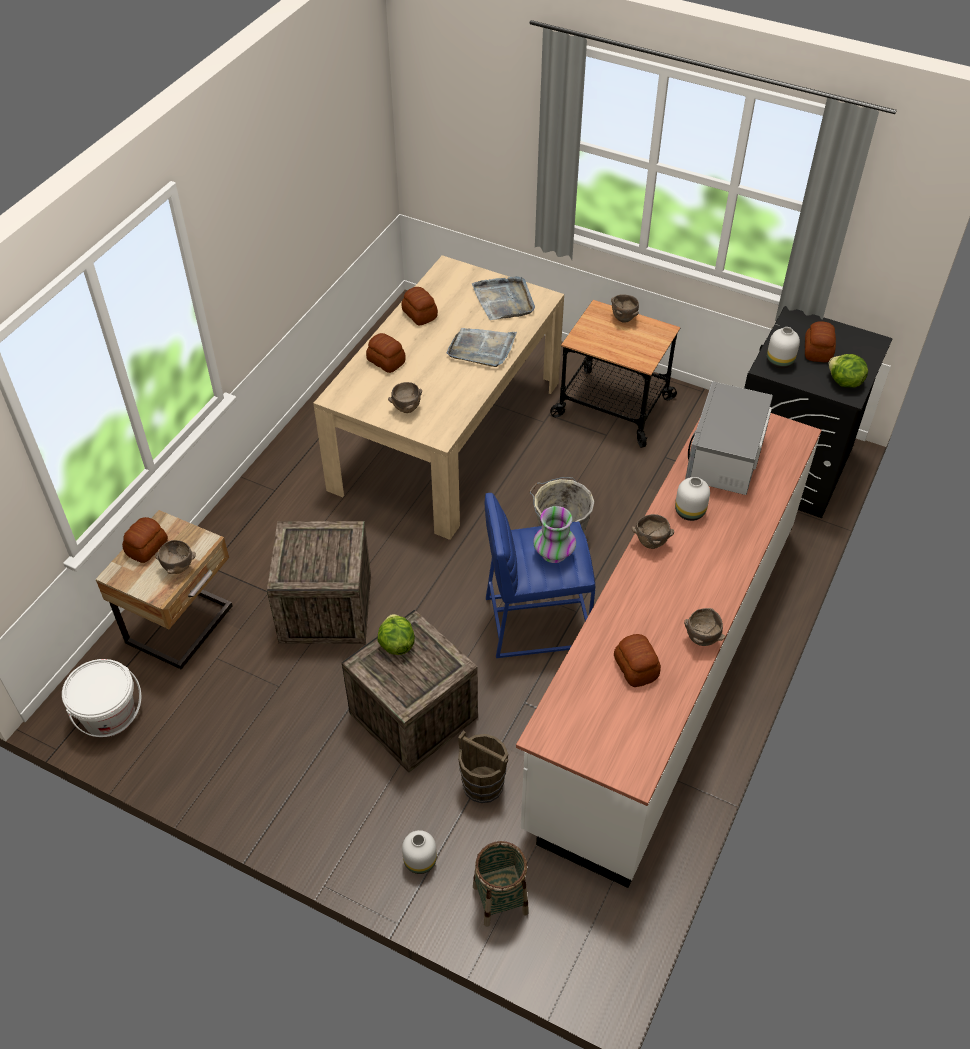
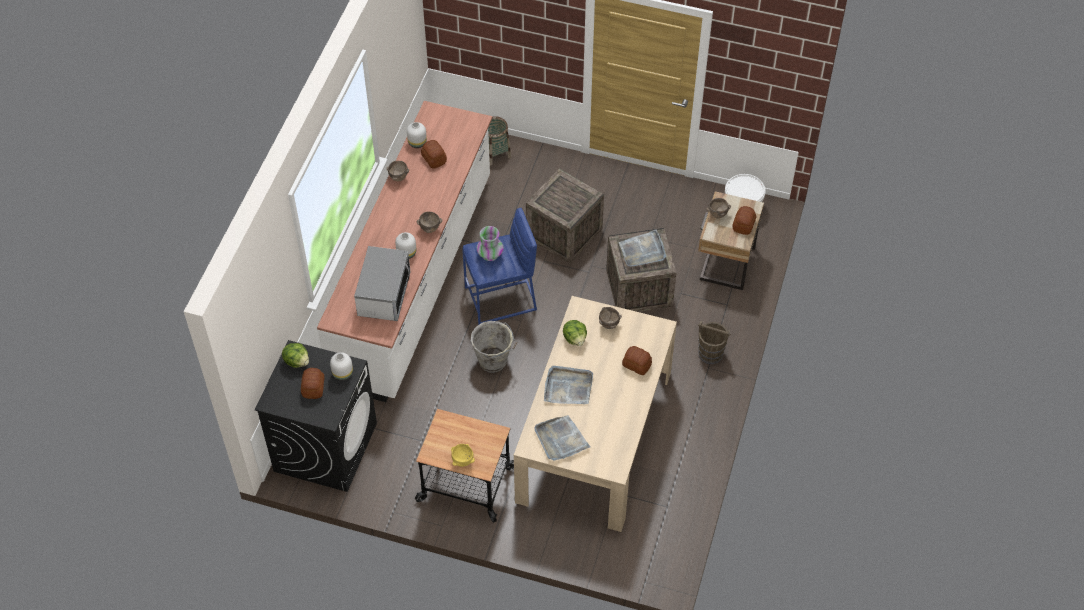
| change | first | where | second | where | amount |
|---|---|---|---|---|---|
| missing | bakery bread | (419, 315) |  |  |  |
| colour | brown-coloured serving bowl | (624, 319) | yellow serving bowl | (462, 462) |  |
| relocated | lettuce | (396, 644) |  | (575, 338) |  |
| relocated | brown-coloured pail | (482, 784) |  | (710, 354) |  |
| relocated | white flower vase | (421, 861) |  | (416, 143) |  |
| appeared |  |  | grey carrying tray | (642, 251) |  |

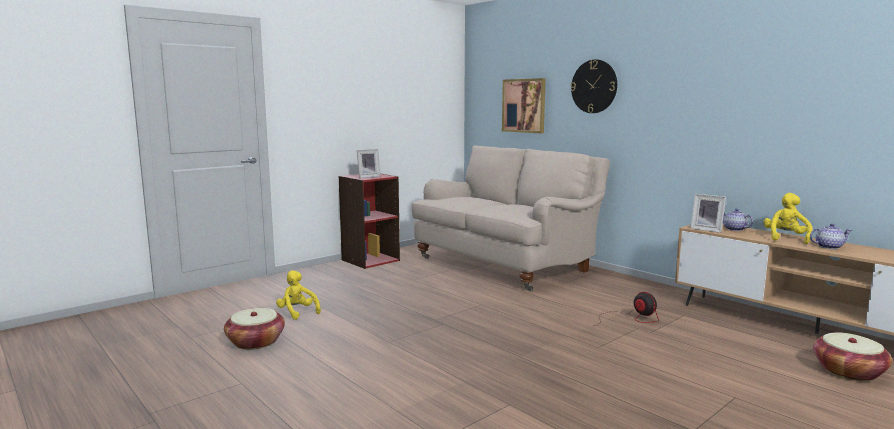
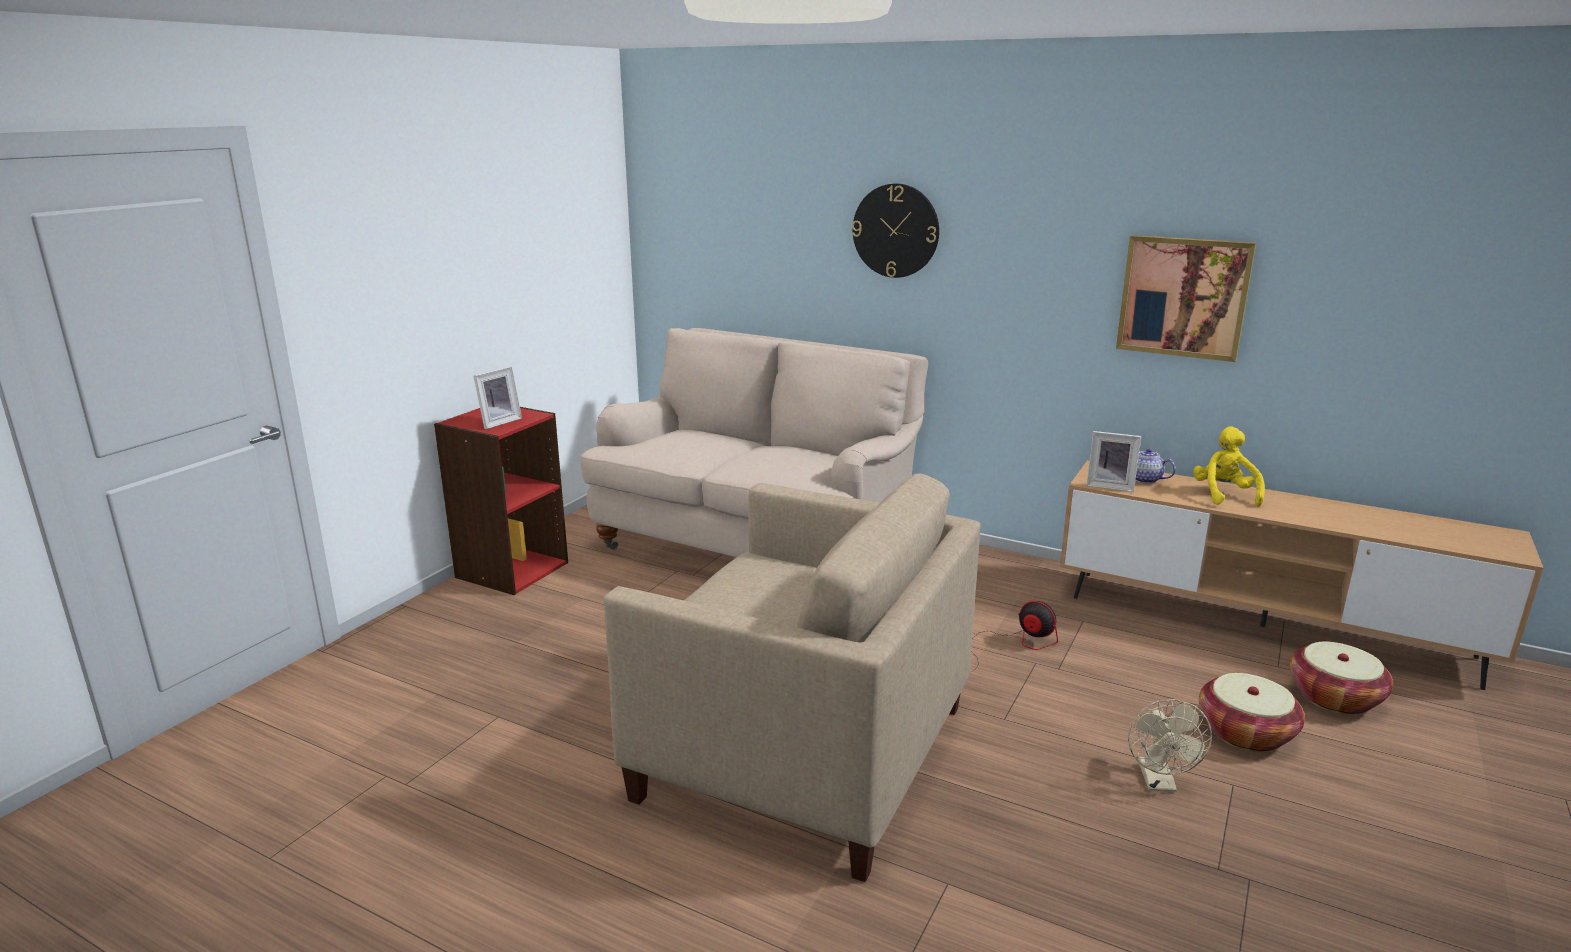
| change | first | where | second | where | amount |
|---|---|---|---|---|---|
| relocated | wall art | (524, 105) |  | (1183, 297) |  |
| missing | teapot | (829, 247) |  |  |  |
| missing | yellow soft toy | (297, 312) |  |  |  |
| relocated | household basket | (255, 342) |  | (1245, 733) |  |
| appeared |  |  | beige easy chair | (802, 751) |  |
| appeared |  |  | beige fan | (1159, 783) |  |

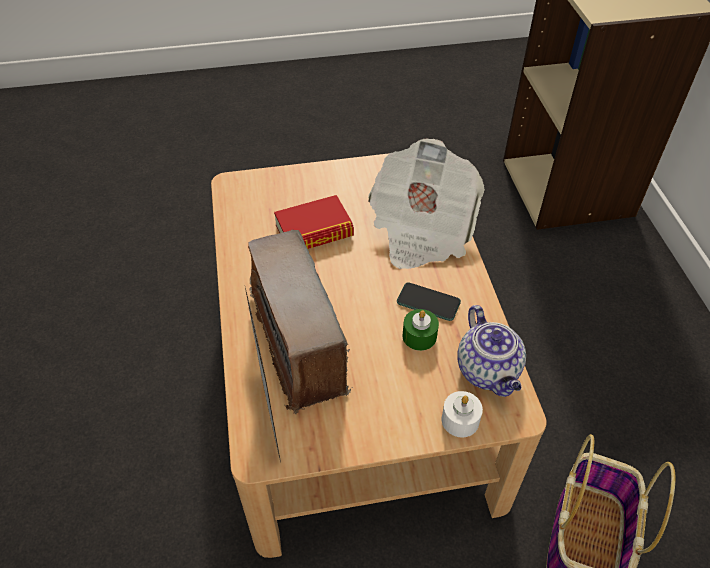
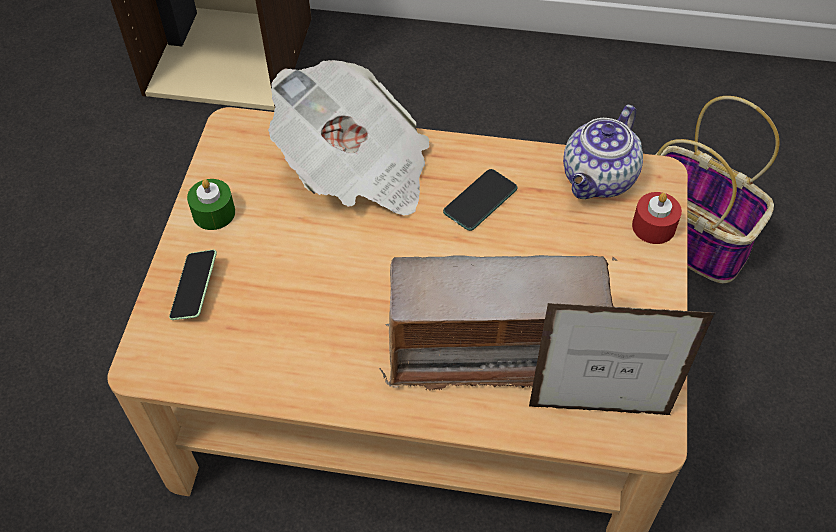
| change | first | where | second | where | amount |
|---|---|---|---|---|---|
| missing | book | (314, 231) |  |  |  |
| spun | teapot | (489, 371) |  | (598, 180) | 120 degrees clockwise |
| relocated | green-coloured wax light | (419, 336) |  | (214, 213) |  |
| colour | white wax light | (460, 420) | red-coloured wax light | (653, 226) |  |
| appeared |  |  | telephone | (195, 291) |  |

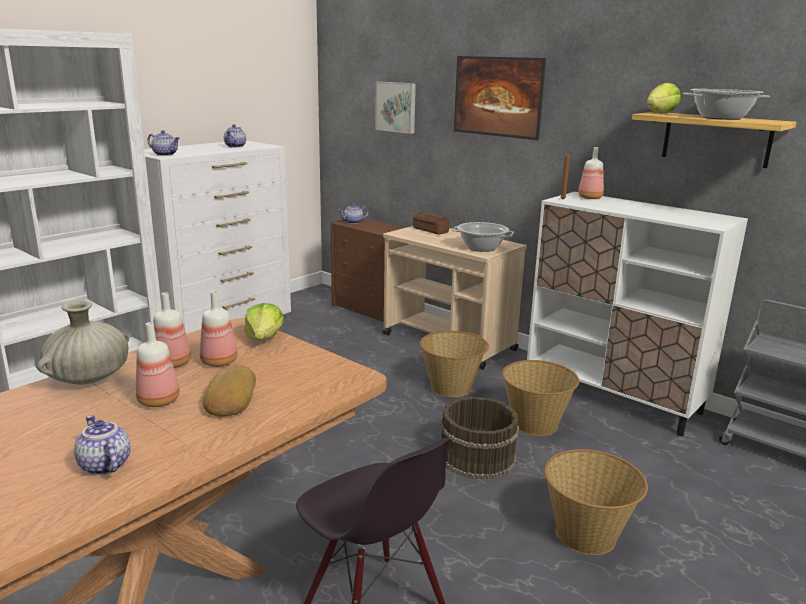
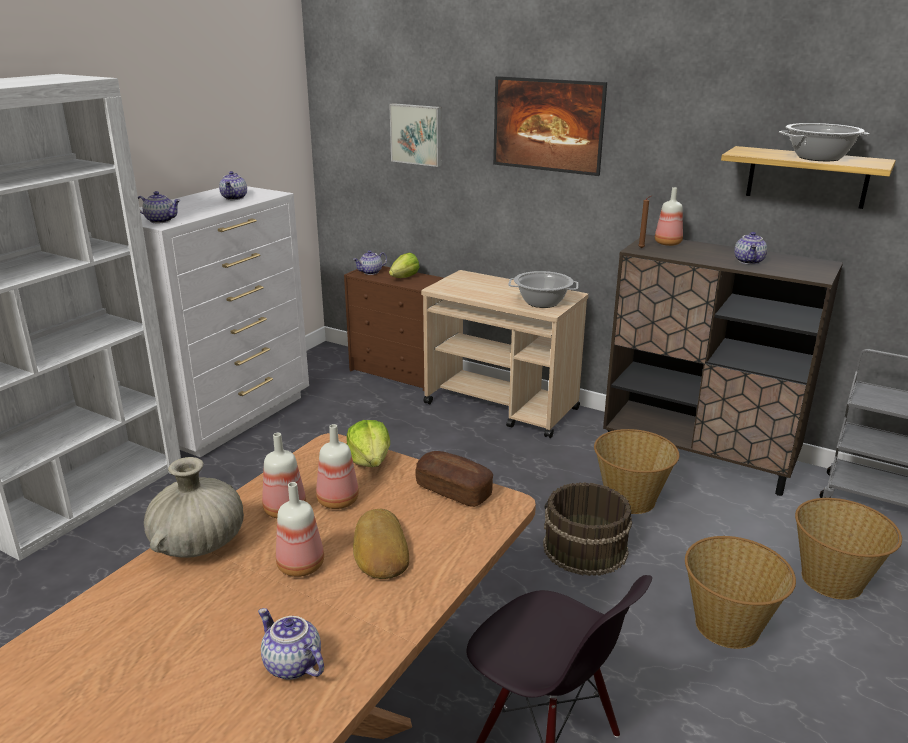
| change | first | where | second | where | amount |
|---|---|---|---|---|---|
| relocated | lettuce | (660, 113) |  | (404, 277) |  |
| colour | white cabinet | (613, 397) | brown-coloured cabinet | (699, 456) |  |
| relocated | bakery bread | (430, 230) |  | (453, 490) |  |
| relocated | household basket | (451, 387) |  | (833, 580) |  |
| appeared |  |  | teapot | (749, 261) |  |

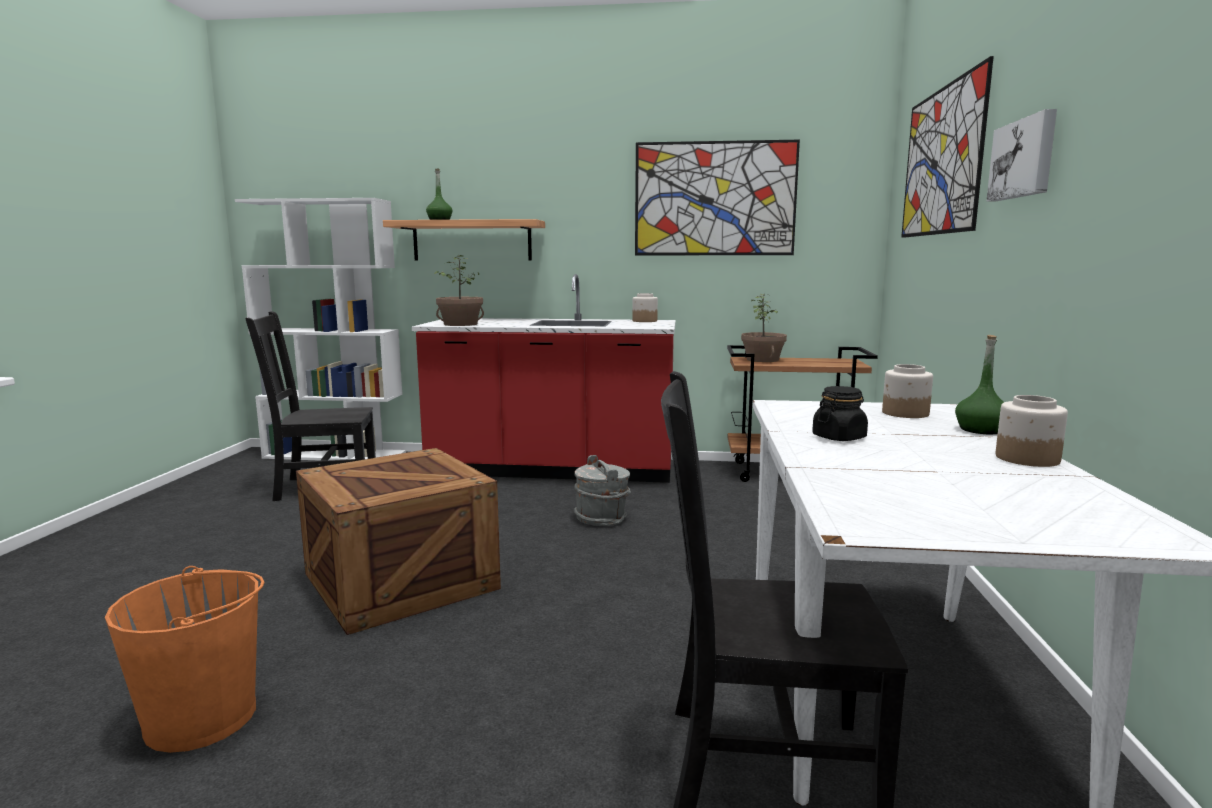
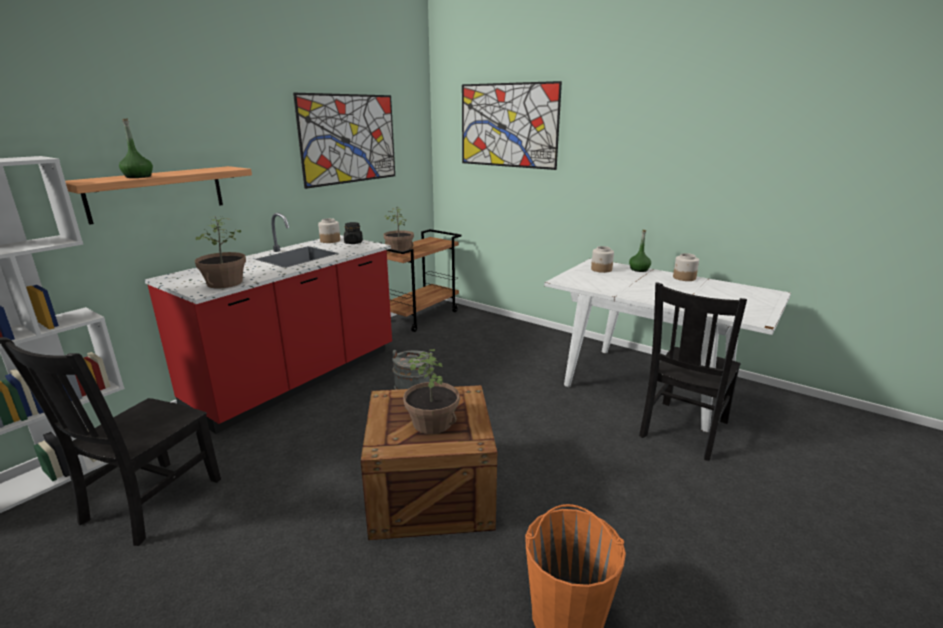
| change | first | where | second | where | amount |
|---|---|---|---|---|---|
| missing | wall art | (1024, 159) |  |  |  |
| relocated | blackish storage jar | (839, 437) |  | (353, 242) |  |
| appeared |  |  | houseplant | (432, 422) |  |

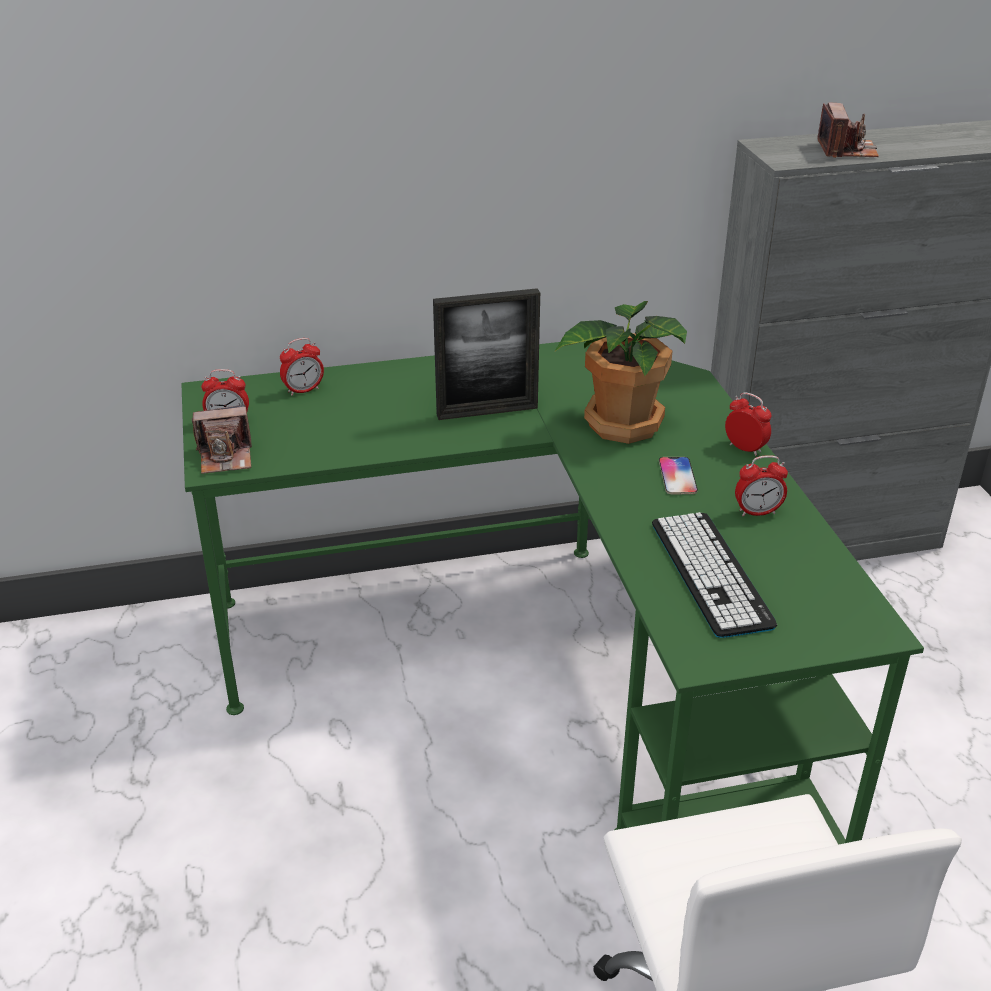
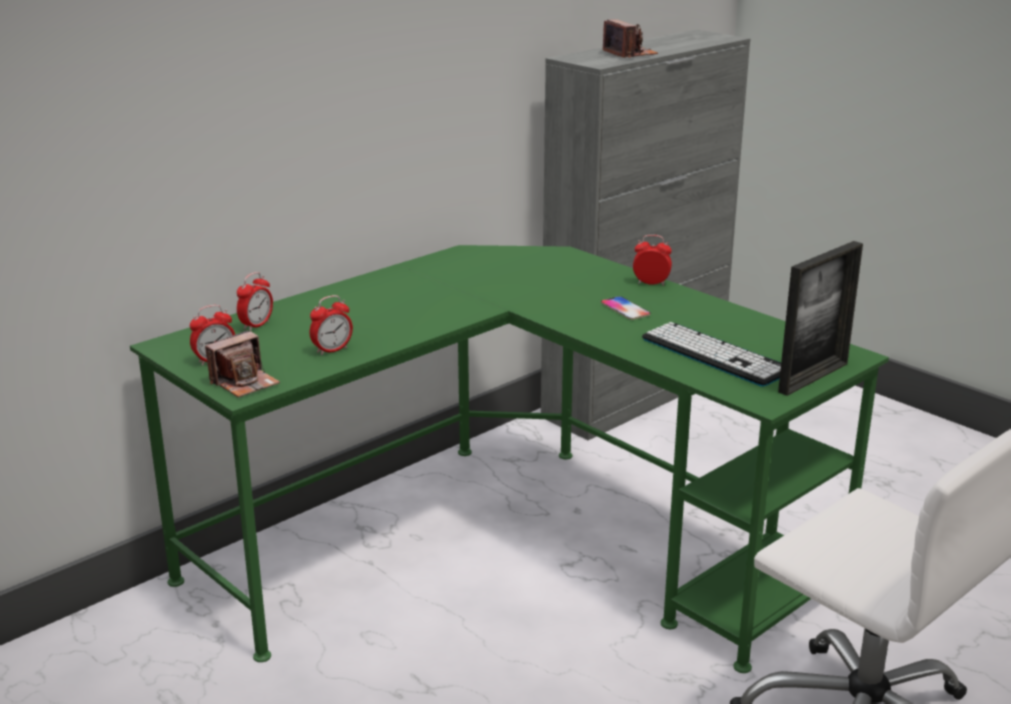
| change | first | where | second | where | amount |
|---|---|---|---|---|---|
| relocated | photo frame | (487, 411) |  | (813, 378) |  |
| missing | houseplant | (620, 424) |  |  |  |
| relocated | table clock | (757, 512) |  | (332, 350) |  |

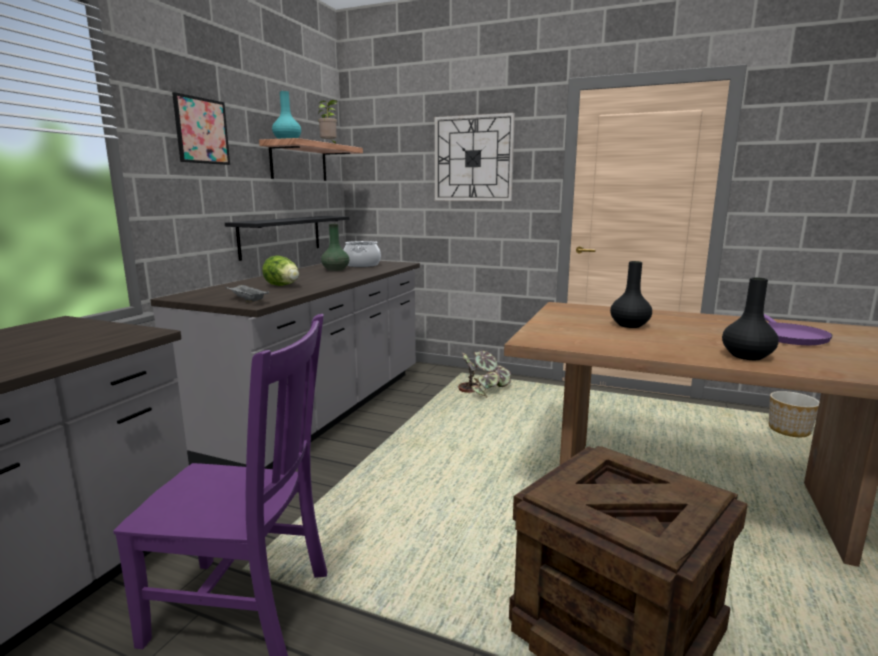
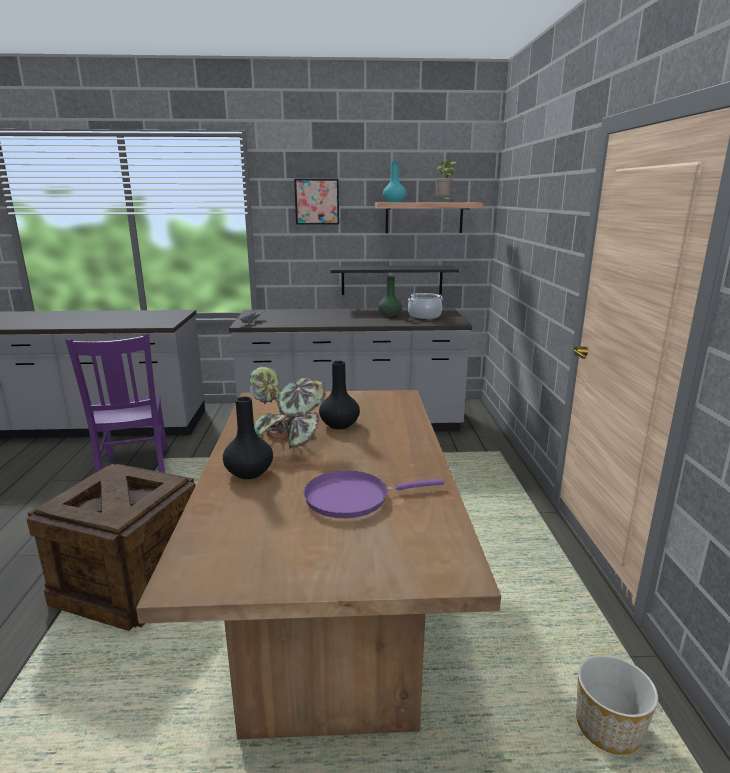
| change | first | where | second | where | amount |
|---|---|---|---|---|---|
| missing | clock on the wall | (473, 158) |  |  |  |
| missing | lettuce | (283, 286) |  |  |  |
| relocated | houseplant | (483, 390) |  | (286, 442) |  |

